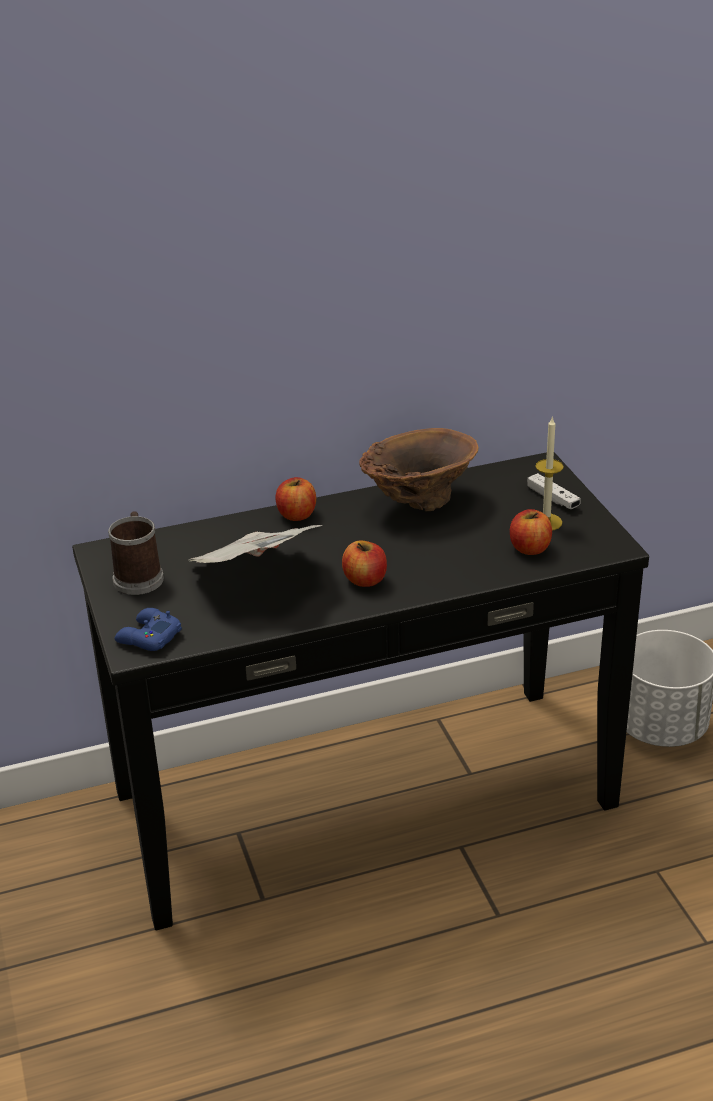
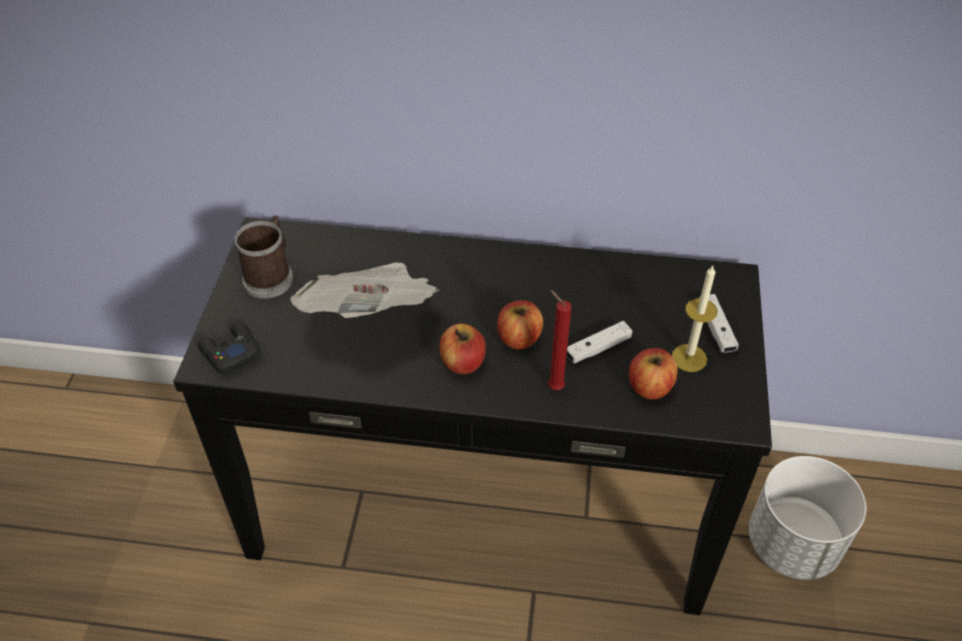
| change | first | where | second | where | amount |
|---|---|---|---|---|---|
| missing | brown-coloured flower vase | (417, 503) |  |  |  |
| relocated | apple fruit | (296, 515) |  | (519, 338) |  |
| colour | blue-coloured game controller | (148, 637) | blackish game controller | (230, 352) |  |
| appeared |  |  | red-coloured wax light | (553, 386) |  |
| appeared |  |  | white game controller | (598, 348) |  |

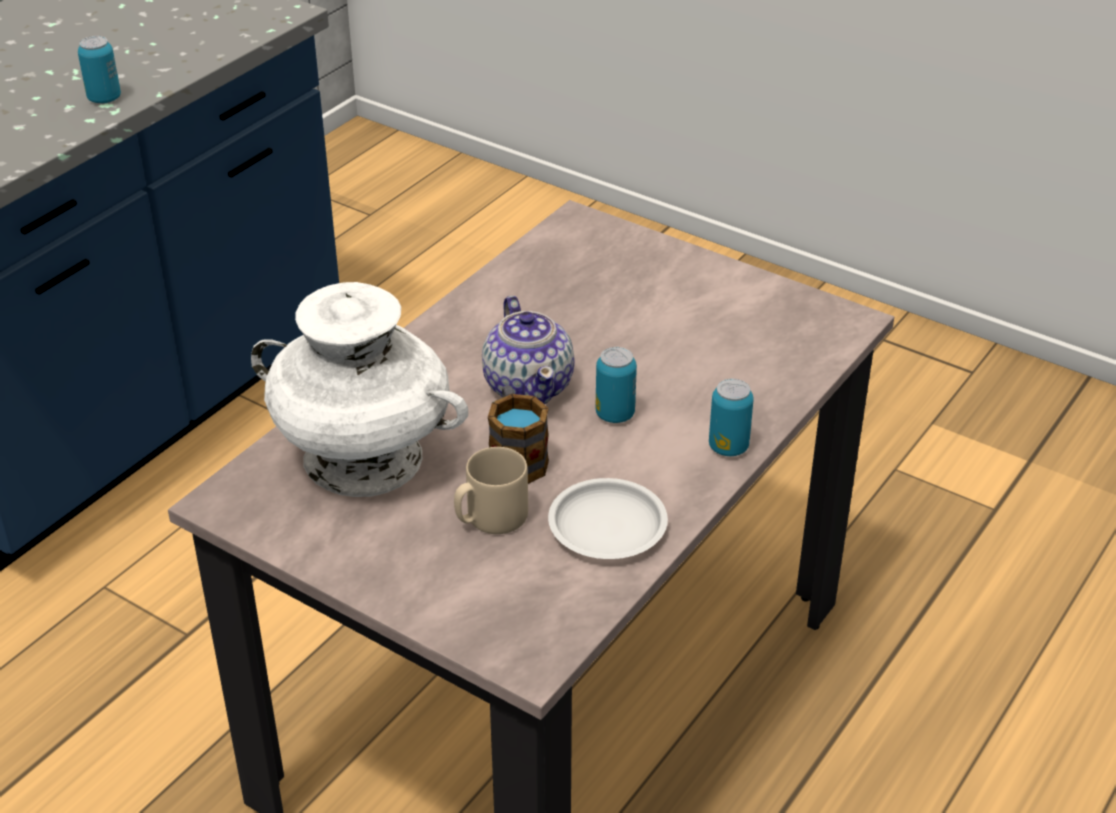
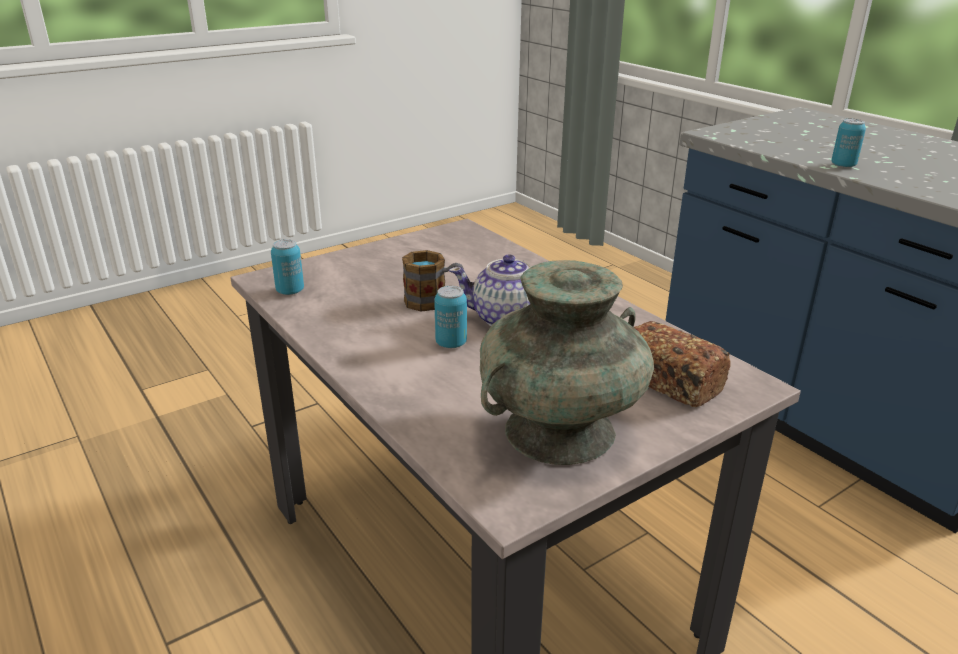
| change | first | where | second | where | amount |
|---|---|---|---|---|---|
| missing | white flower vase | (364, 459) |  |  |  |
| relocated | metal can | (728, 447) |  | (290, 291) |  |
| missing | beige tea mug | (490, 518) |  |  |  |
| missing | white plate | (606, 525) |  |  |  |
| appeared |  |  | blue-green flower vase | (559, 432) |  |
| appeared |  |  | bakery bread | (668, 381) |  |

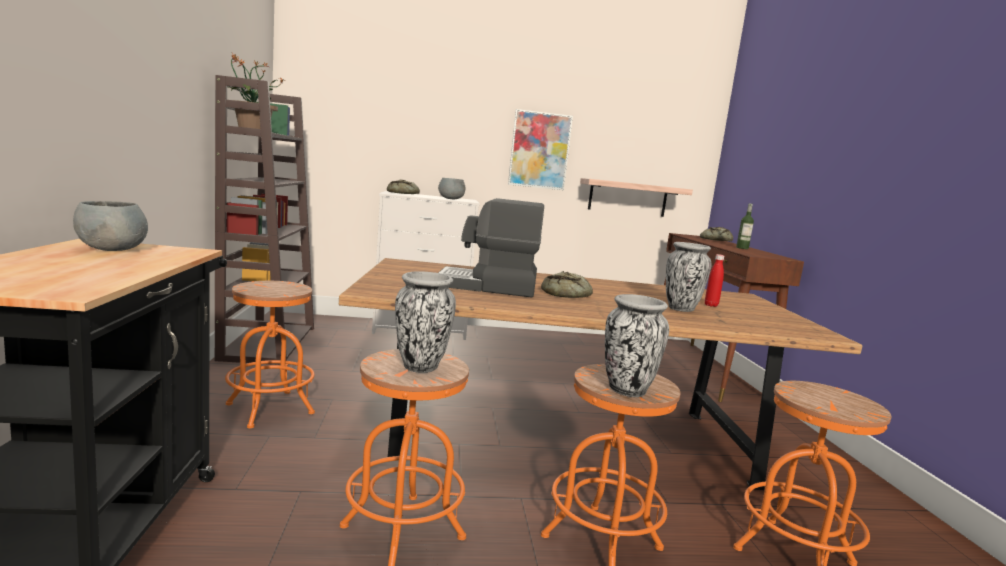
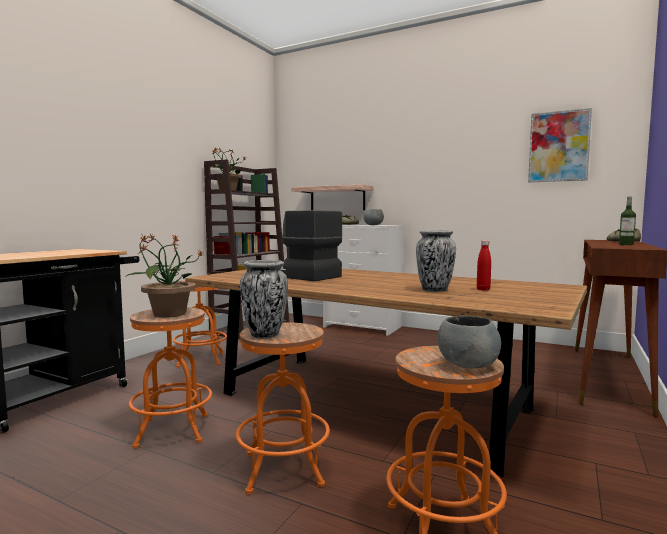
| change | first | where | second | where | amount |
|---|---|---|---|---|---|
| relocated | wall art | (539, 150) |  | (559, 146) |  |
| relocated | bracket shelf | (627, 198) |  | (337, 199) |  |
| relocated | grey serving bowl | (112, 249) |  | (467, 365) |  |
| exchanged | flower vase | (420, 366) | houseplant | (168, 314) |  |
| missing | bakery bread | (567, 294) |  |  |  |

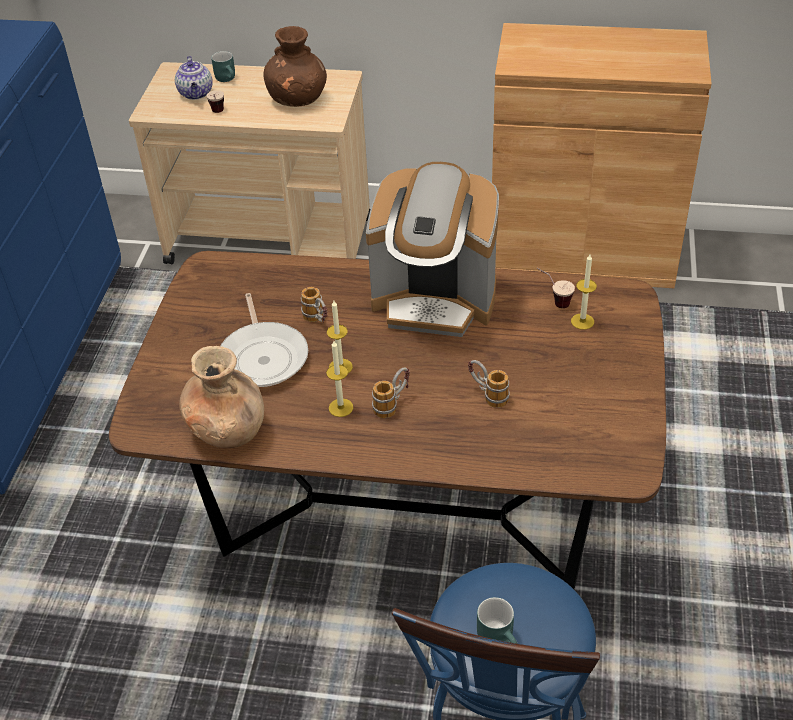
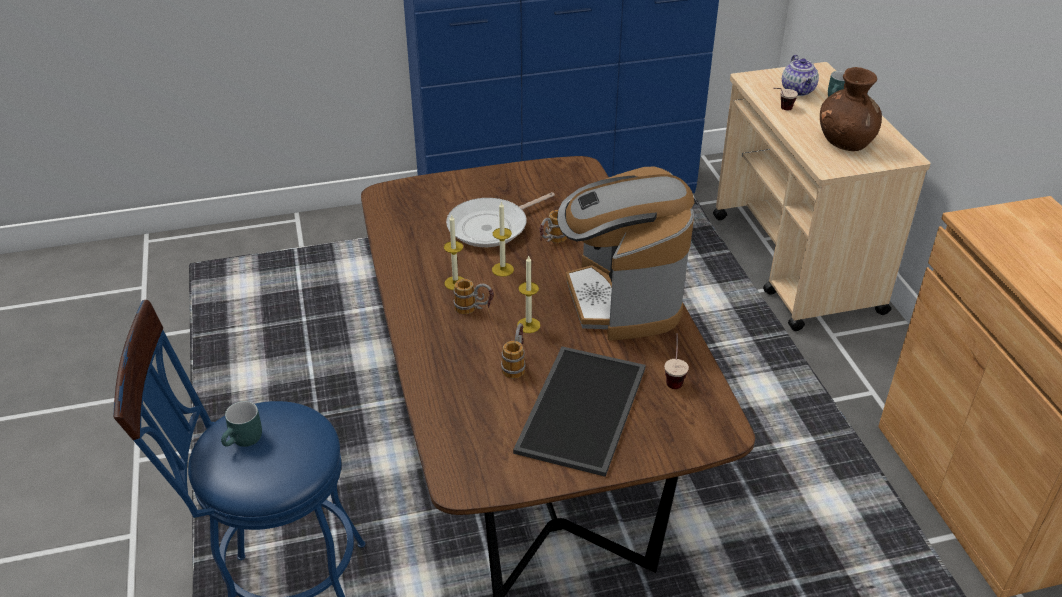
| change | first | where | second | where | amount |
|---|---|---|---|---|---|
| spun | teapot | (196, 94) |  | (798, 91) | 60 degrees counterclockwise |
| relocated | wax light | (582, 321) |  | (528, 325) |  |
| missing | brown-coloured flower vase | (228, 431) |  |  |  |
| appeared |  |  | carrying tray | (584, 411) |  |

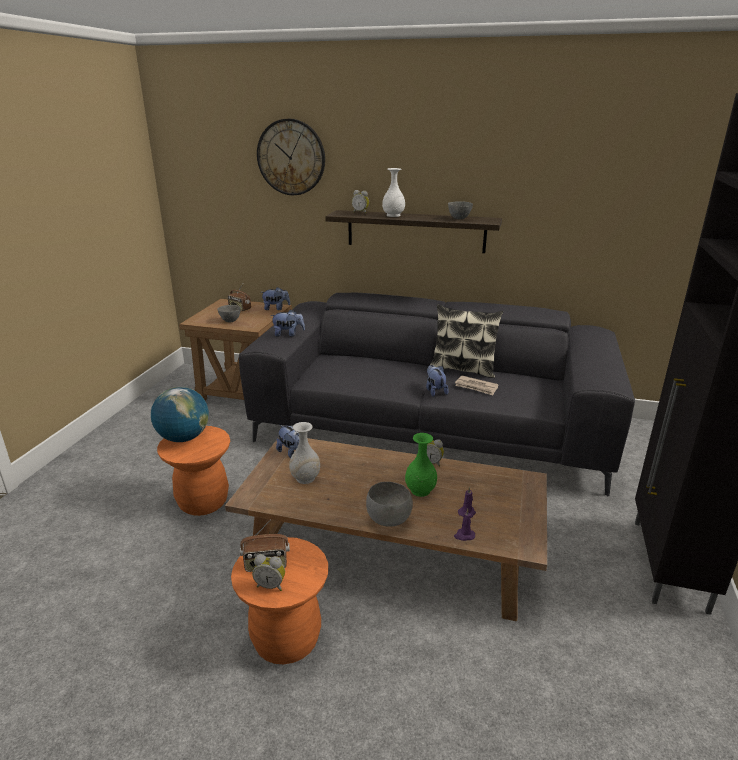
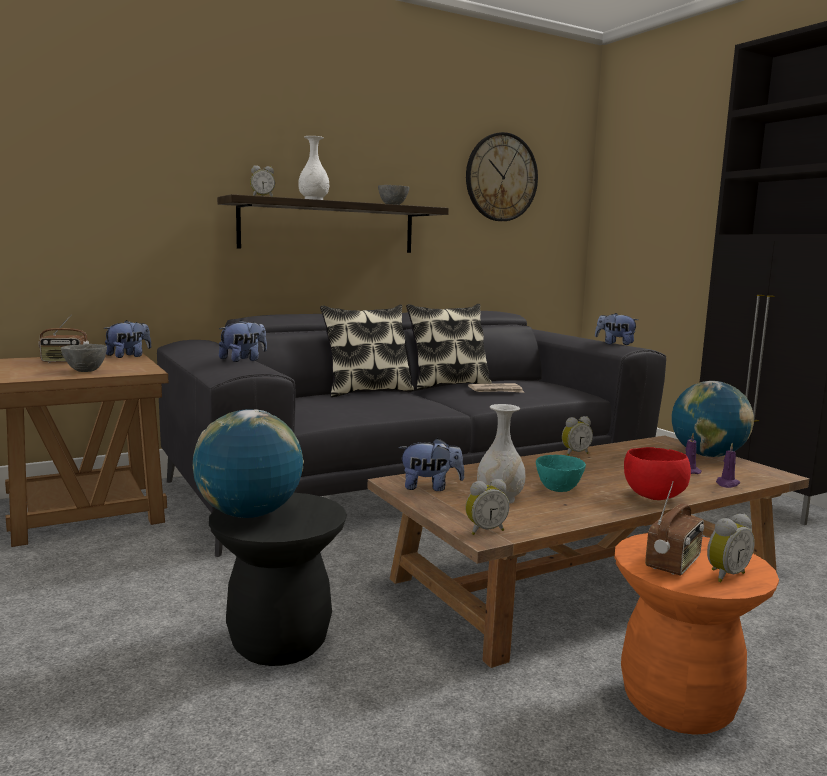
| change | first | where | second | where | amount |
|---|---|---|---|---|---|
| relocated | clock on the wall | (291, 157) |  | (501, 177) |  |
| relocated | soft toy | (435, 391) |  | (615, 344) |  |
| colour | orangey sitting stool | (203, 502) | blackish sitting stool | (279, 643) |  |
| missing | green-coloured flower vase | (420, 490) |  |  |  |
| colour | grey serving bowl | (387, 519) | red-coloured serving bowl | (652, 497) |  |
| appeared |  |  | throw pillow | (367, 391) |  |
| appeared |  |  | world globe | (707, 455) |  |
| appeared |  |  | blue-green serving bowl | (559, 490) |  |
| appeared |  |  | table clock | (484, 530) |  |

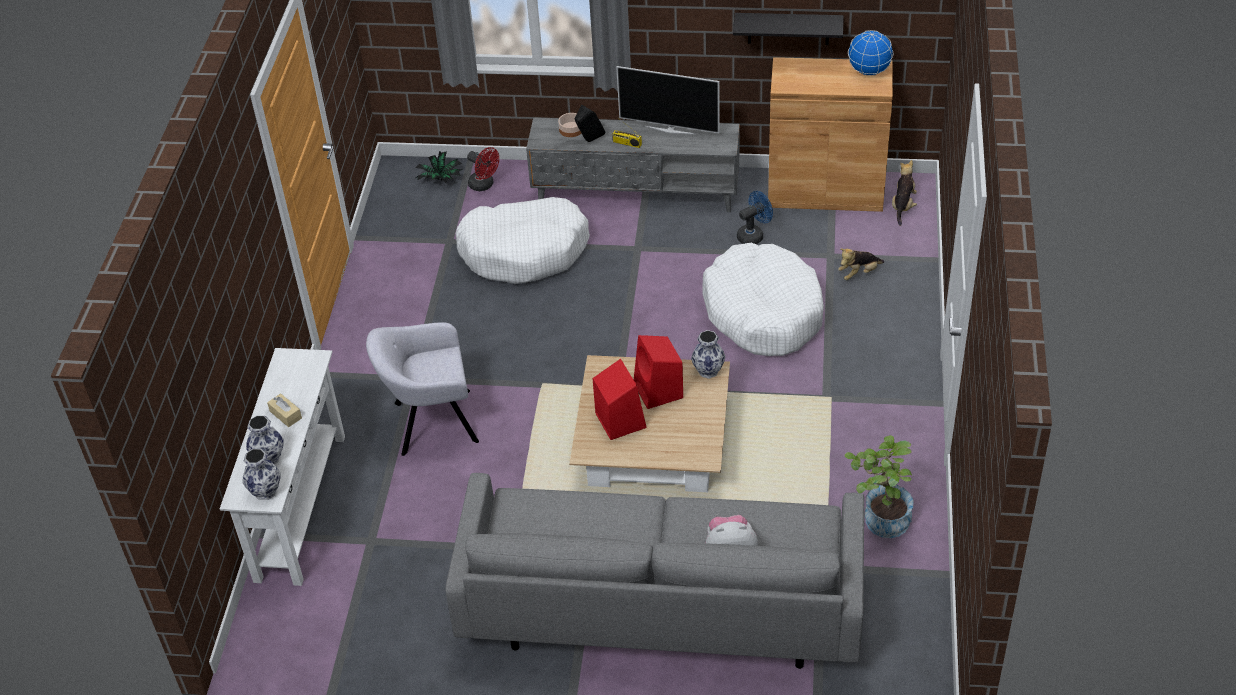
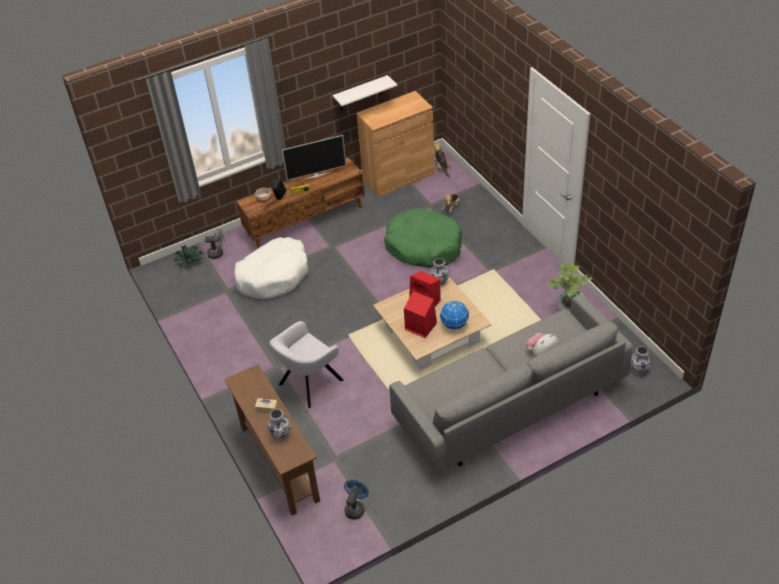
| change | first | where | second | where | amount |
|---|---|---|---|---|---|
| colour | blackish bracket shelf | (788, 28) | white bracket shelf | (361, 93) |  |
| relocated | world globe | (869, 71) |  | (454, 325) |  |
| colour | grey media console | (637, 194) | brown-coloured media console | (305, 220) |  |
| colour | red-coloured fan | (484, 185) | grey fan | (218, 253) |  |
| relocated | blue-coloured fan | (753, 235) |  | (355, 508) |  |
| colour | white pet bed | (763, 312) | green-coloured pet bed | (424, 246) |  |
| colour | white hall table | (300, 506) | brown-coloured hall table | (279, 463) |  |
| relocated | flower vase | (264, 491) |  | (638, 370) |  |

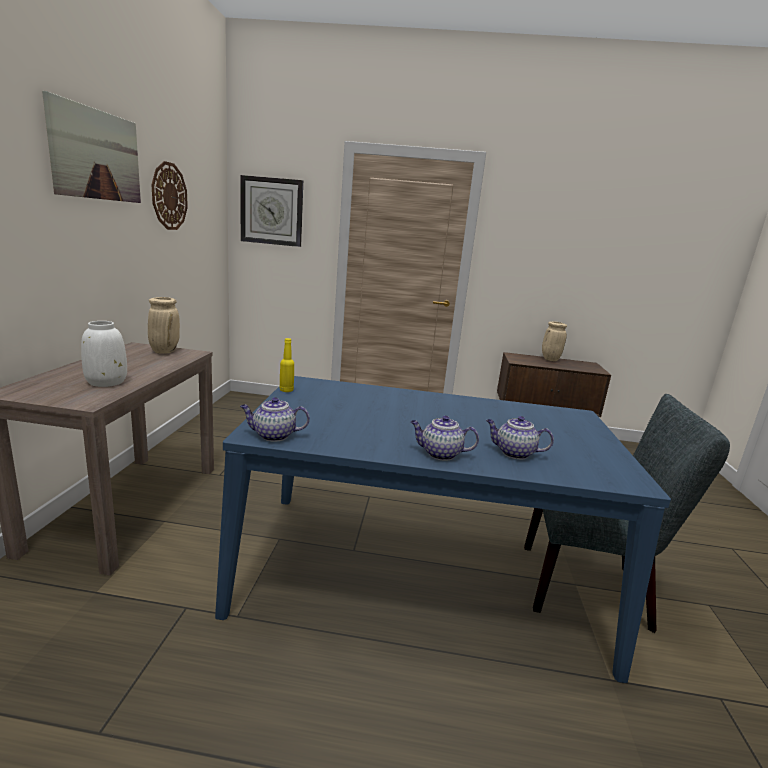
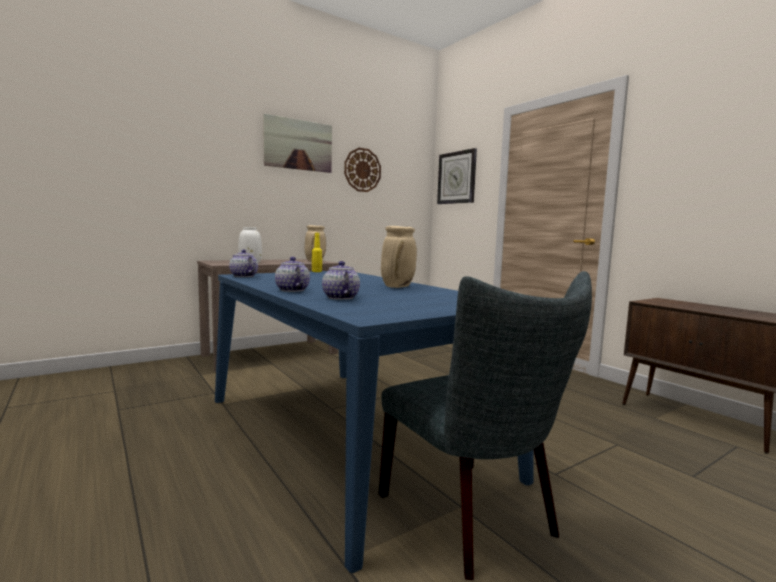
| change | first | where | second | where | amount |
|---|---|---|---|---|---|
| relocated | beige flower vase | (549, 359) |  | (397, 286) |  |

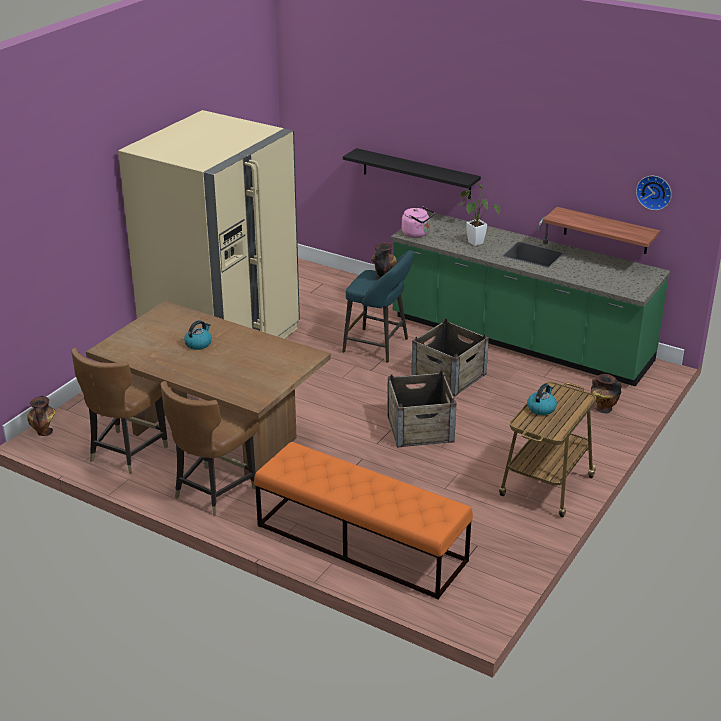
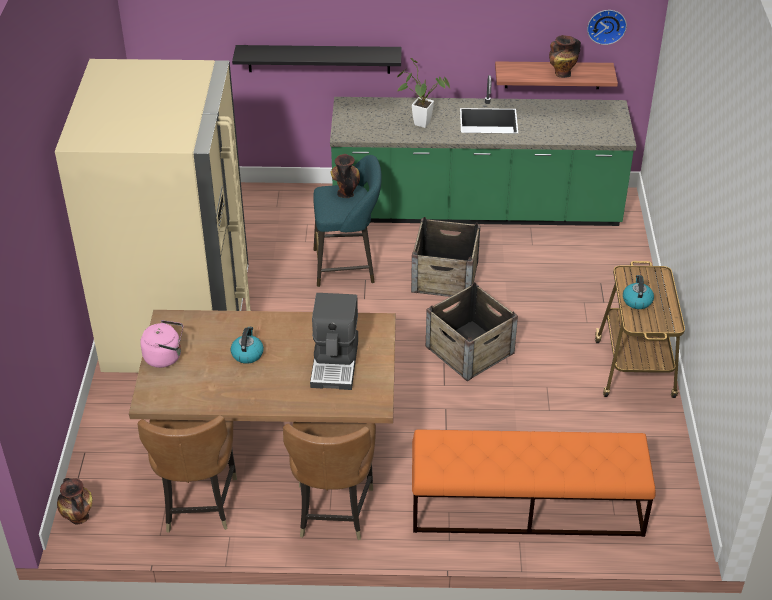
| change | first | where | second | where | amount |
|---|---|---|---|---|---|
| relocated | pink tea kettle | (417, 233) |  | (165, 357) |  |
| relocated | flower vase | (603, 408) |  | (562, 73) |  |
| appeared |  |  | coffee maker | (335, 363) |  |

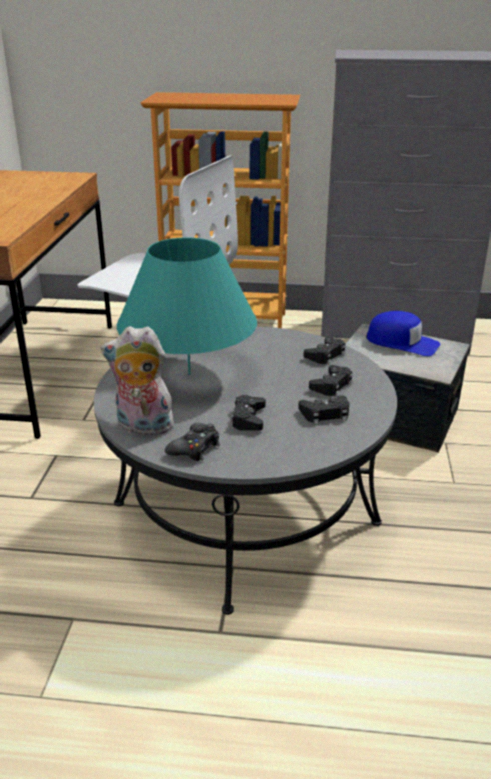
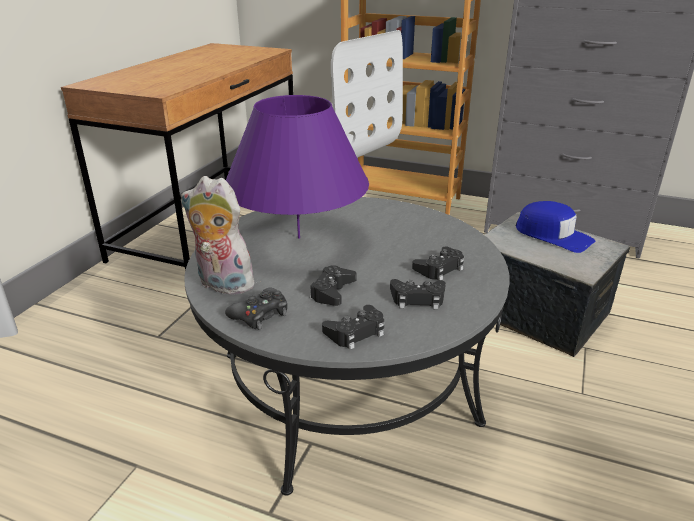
| change | first | where | second | where | amount |
|---|---|---|---|---|---|
| colour | blue-green tabletop lamp | (188, 374) | purplish tabletop lamp | (298, 237) |  |
| relocated | blackish game controller | (325, 355) |  | (356, 332) |  |

